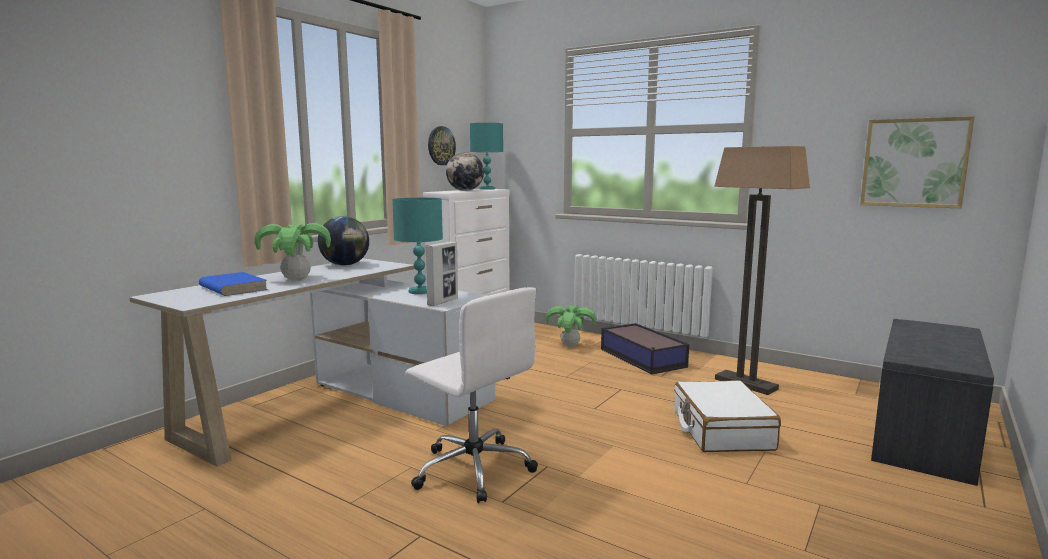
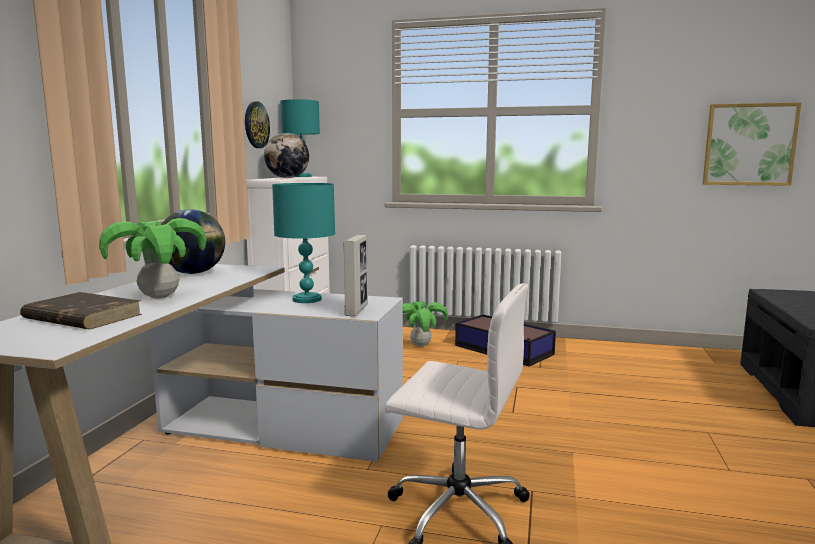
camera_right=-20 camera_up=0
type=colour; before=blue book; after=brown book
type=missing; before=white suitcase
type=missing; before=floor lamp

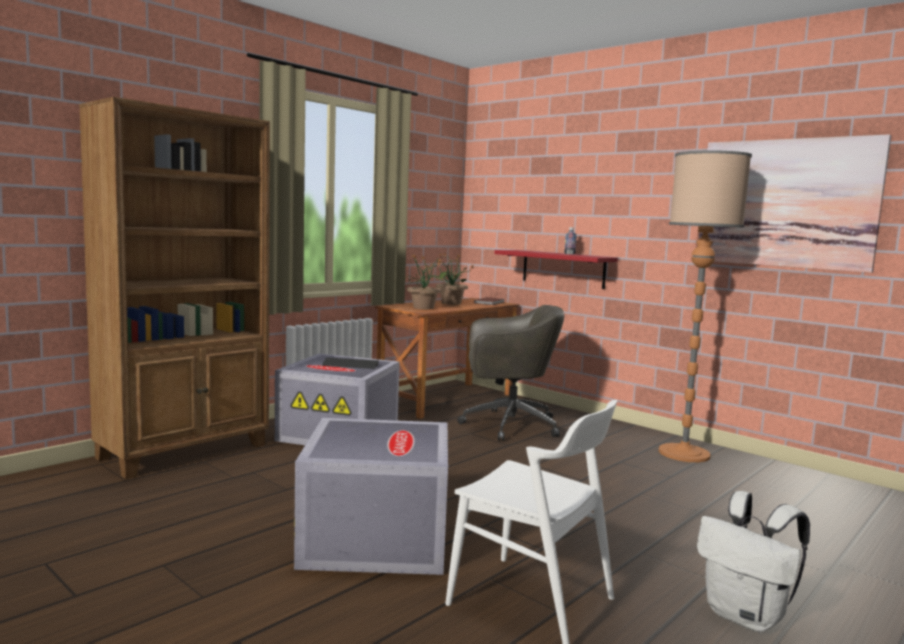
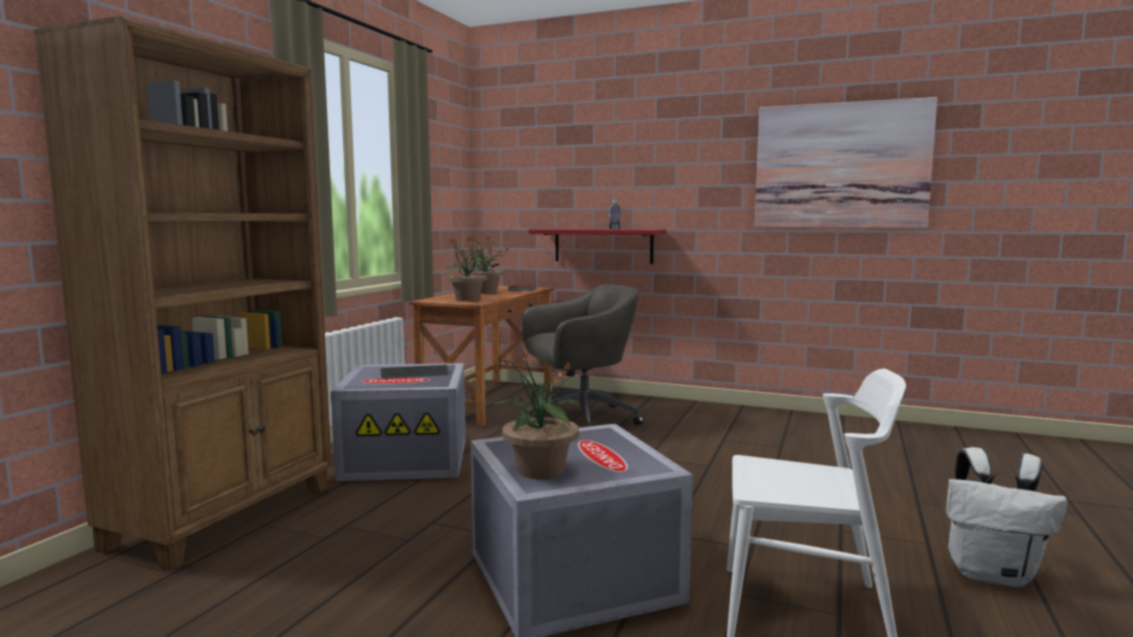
camera_right=-20 camera_up=0
type=appeared; after=potted plant (no. 3 from left)
type=missing; before=floor lamp

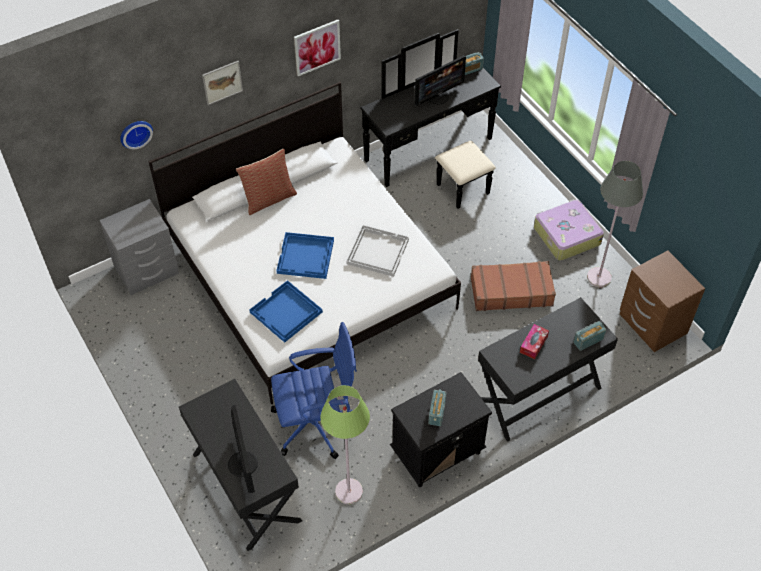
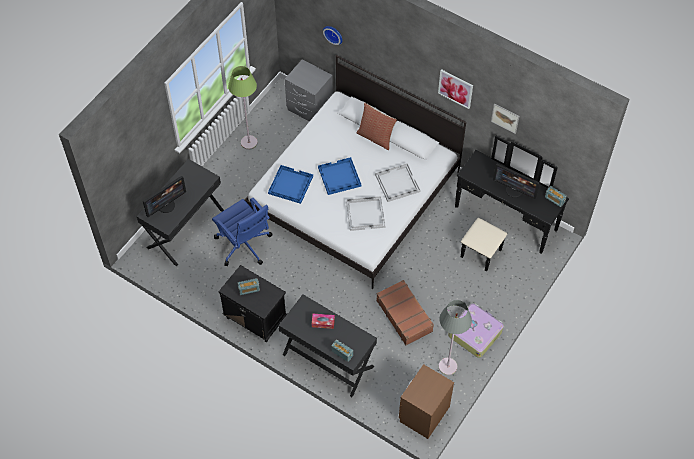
camera_right=65 camera_up=5
type=relocated; before=green floor lamp
type=appeared; after=white tray (no. 2 from left)
type=relocated; before=picture (no. 1 from left in the first image); after=picture (no. 2 from left)

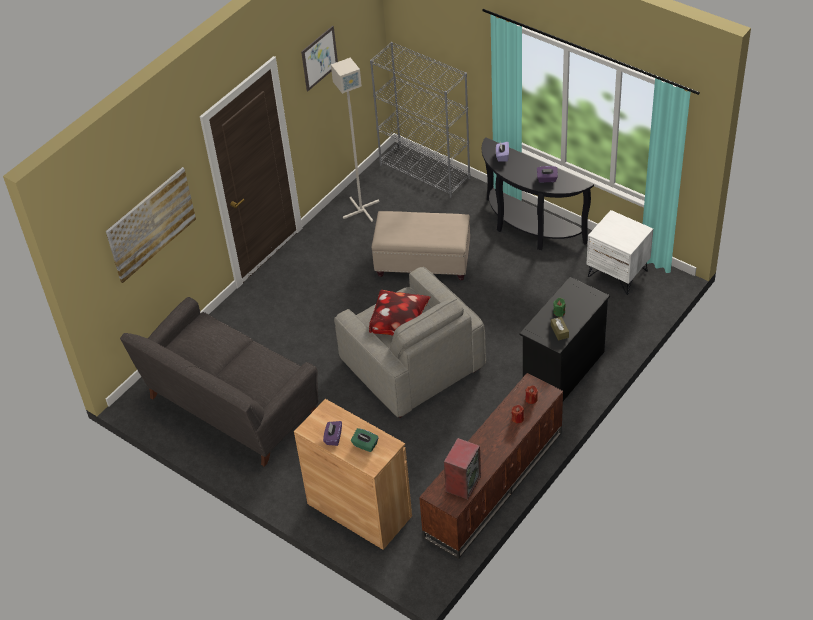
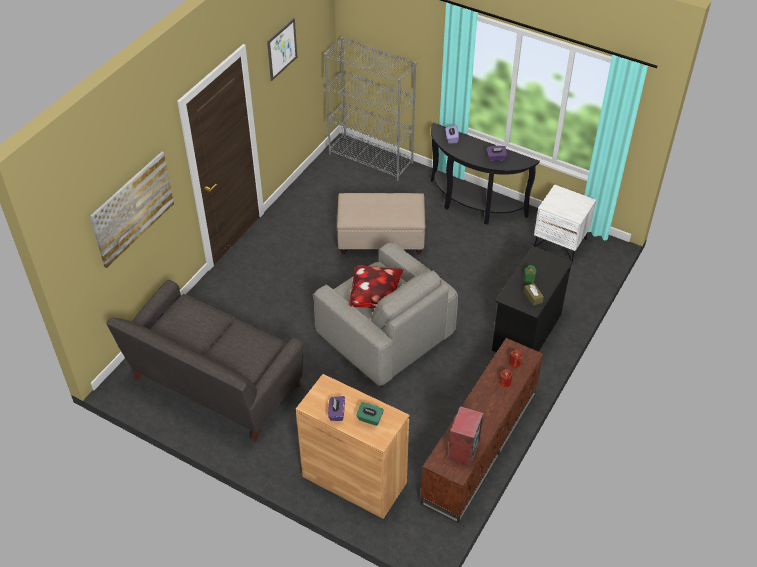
camera_right=-10 camera_up=0
type=missing; before=grey floor lamp

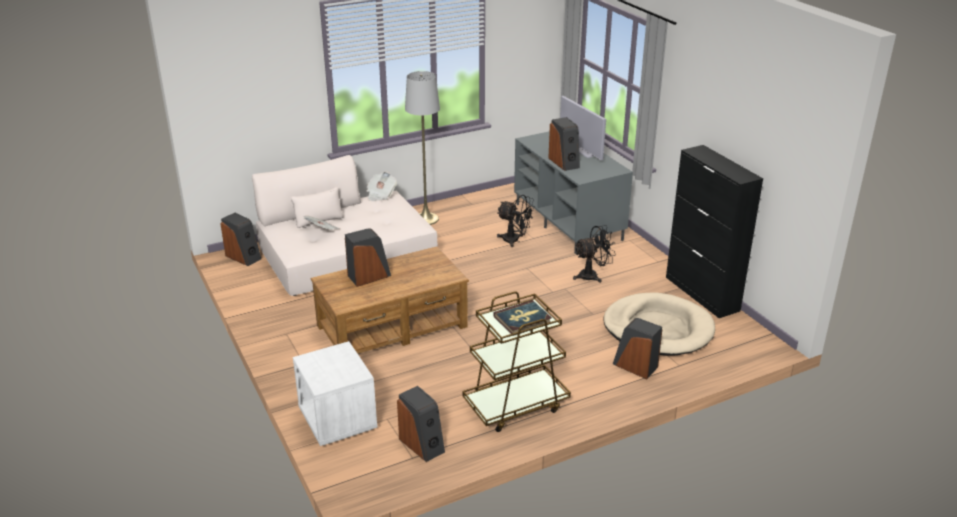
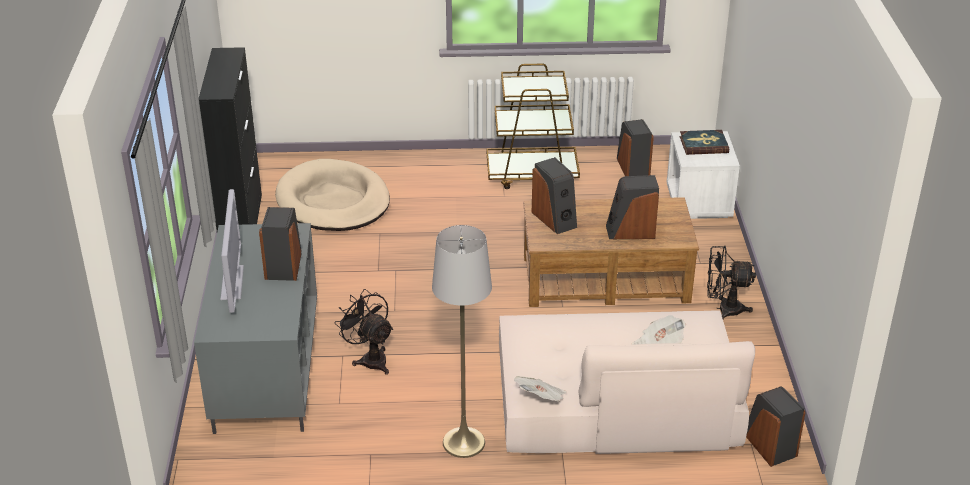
camera_right=-155 camera_up=5
type=relocated; before=speaker (no. 5 from left in the first image); after=speaker (no. 2 from left)
type=relocated; before=book
type=relocated; before=black fan (no. 2 from left)

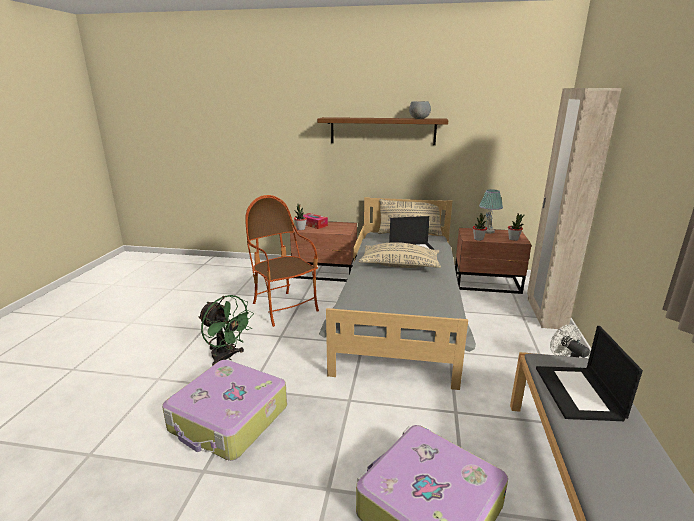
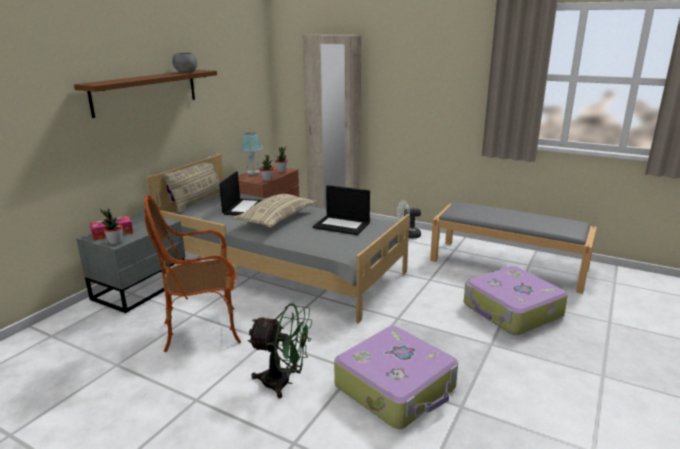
camera_right=-70 camera_up=0
type=colour; before=brown nightstand (no. 1 from left); after=grey nightstand
type=spun; before=green fan; turn=45
type=relocated; before=laptop (no. 2 from left)

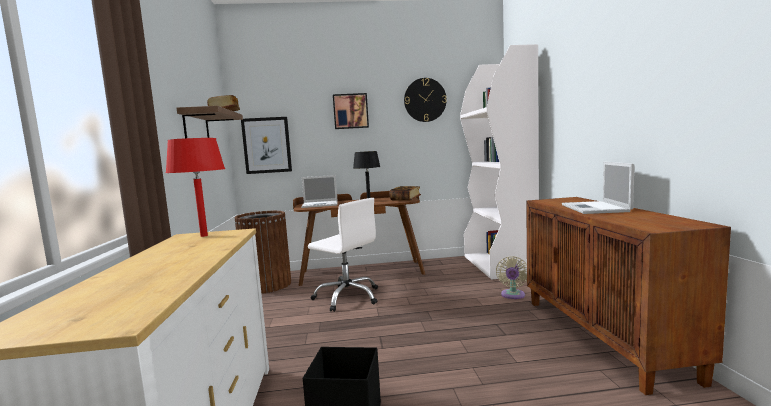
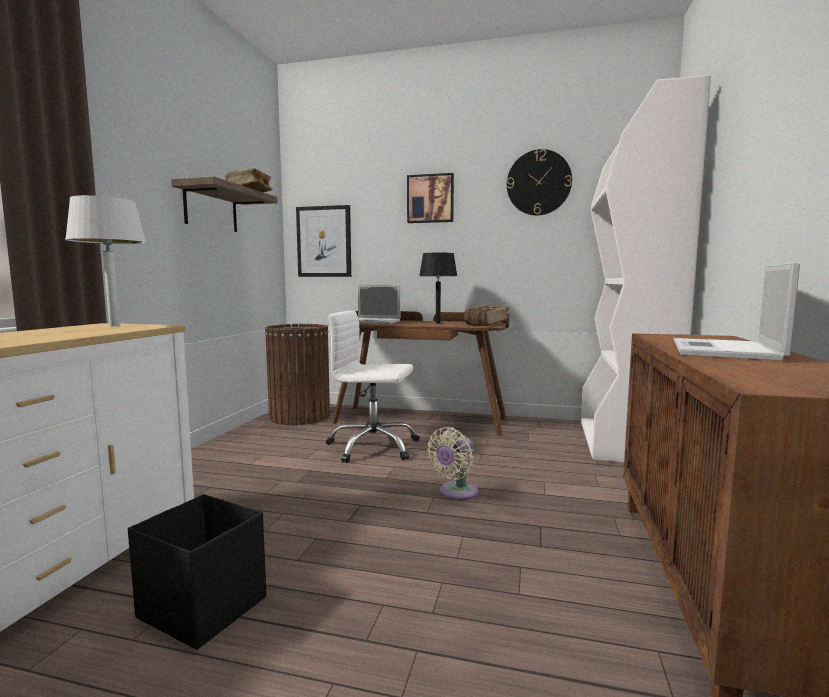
camera_right=20 camera_up=0
type=colour; before=red table lamp; after=white table lamp
type=spun; before=white office chair; turn=135
type=relocated; before=beige fan

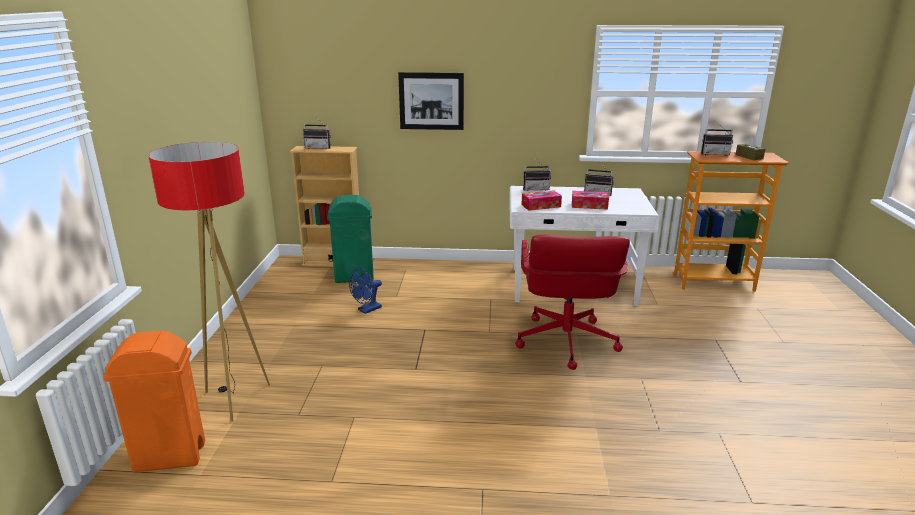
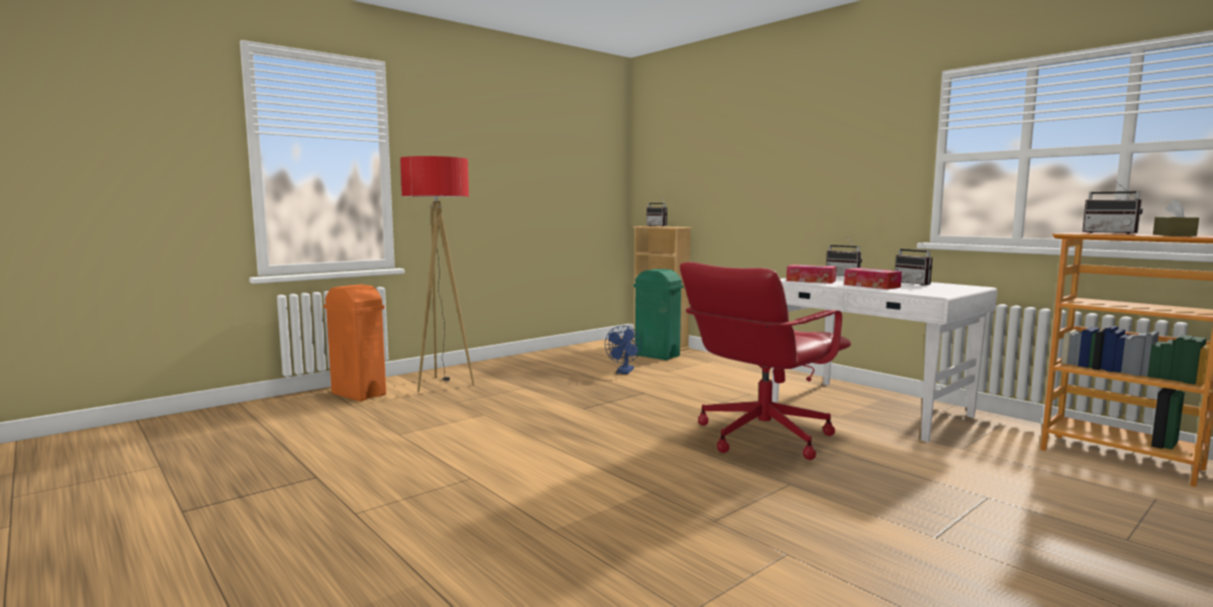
camera_right=45 camera_up=-15
type=spun; before=blue fan; turn=-75
type=missing; before=picture

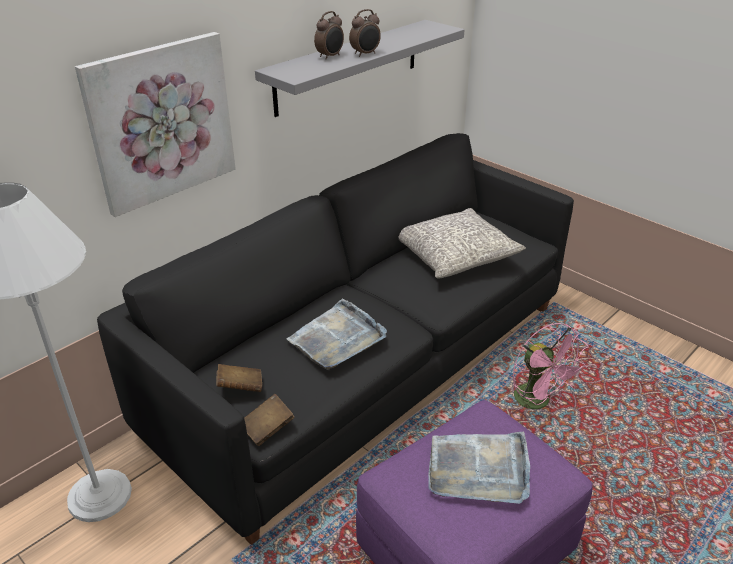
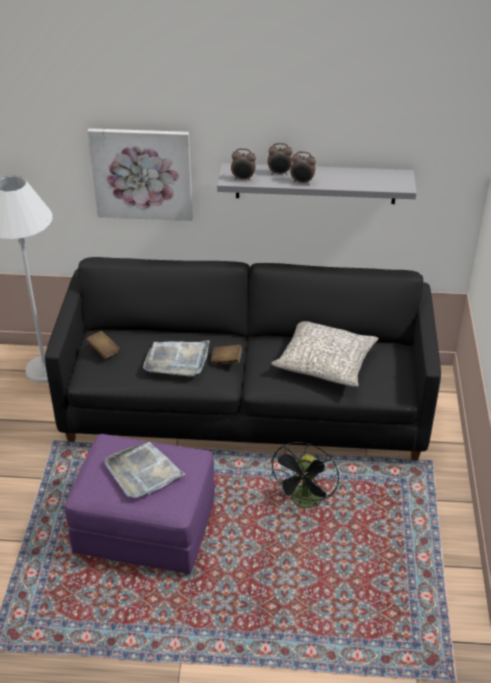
camera_right=50 camera_up=5
type=relocated; before=brown book (no. 2 from left)
type=appeared; after=alarm clock (no. 1 from left)
type=colour; before=pink fan; after=black fan

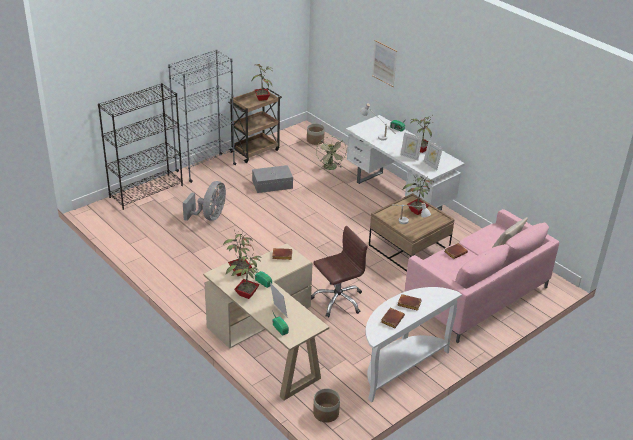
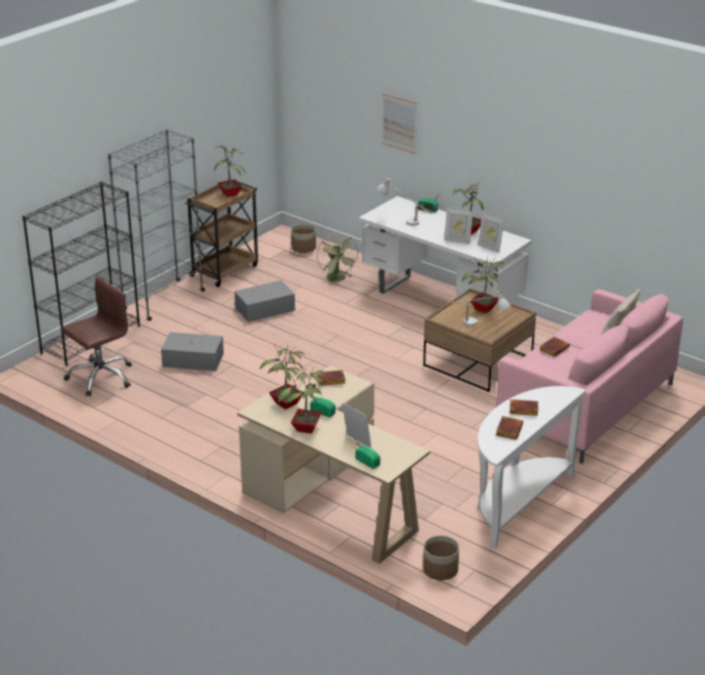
camera_right=-10 camera_up=-5
type=relocated; before=brown office chair
type=exchanged; before=grey fan; after=grey storage box (no. 1 from left)

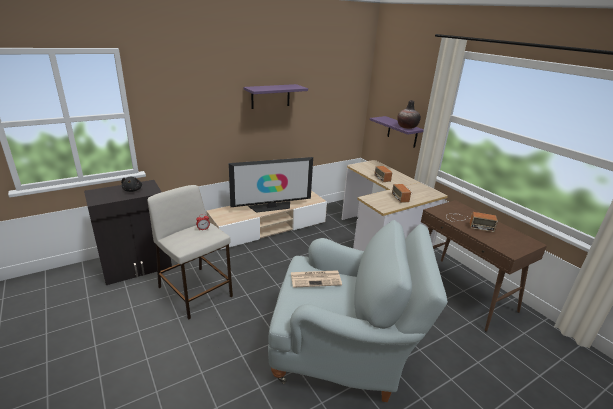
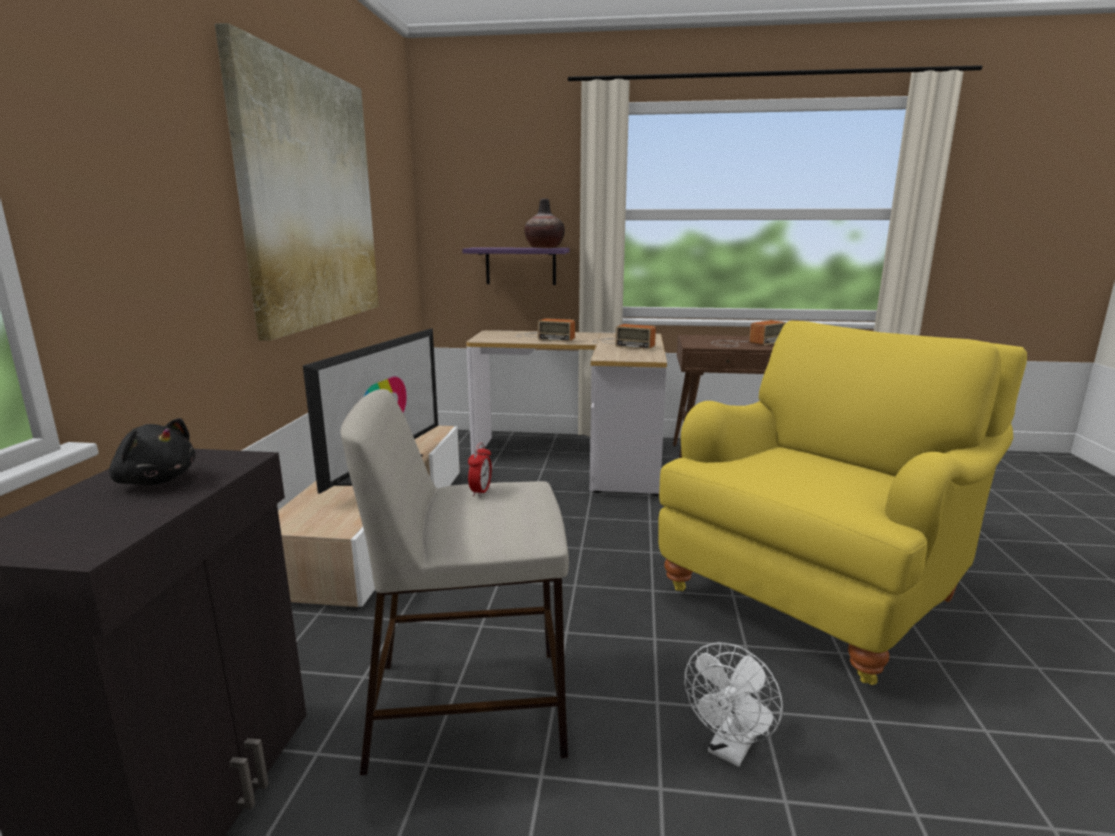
camera_right=-50 camera_up=-10
type=exchanged; before=purple shelf (no. 1 from left); after=picture
type=colour; before=grey armchair; after=yellow armchair
type=appeared; after=white fan
type=missing; before=newspaper

